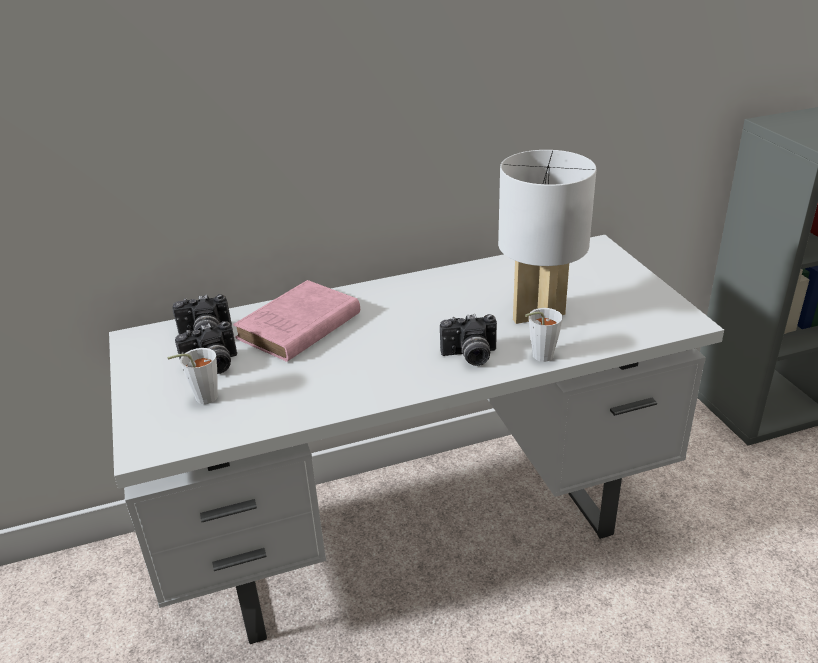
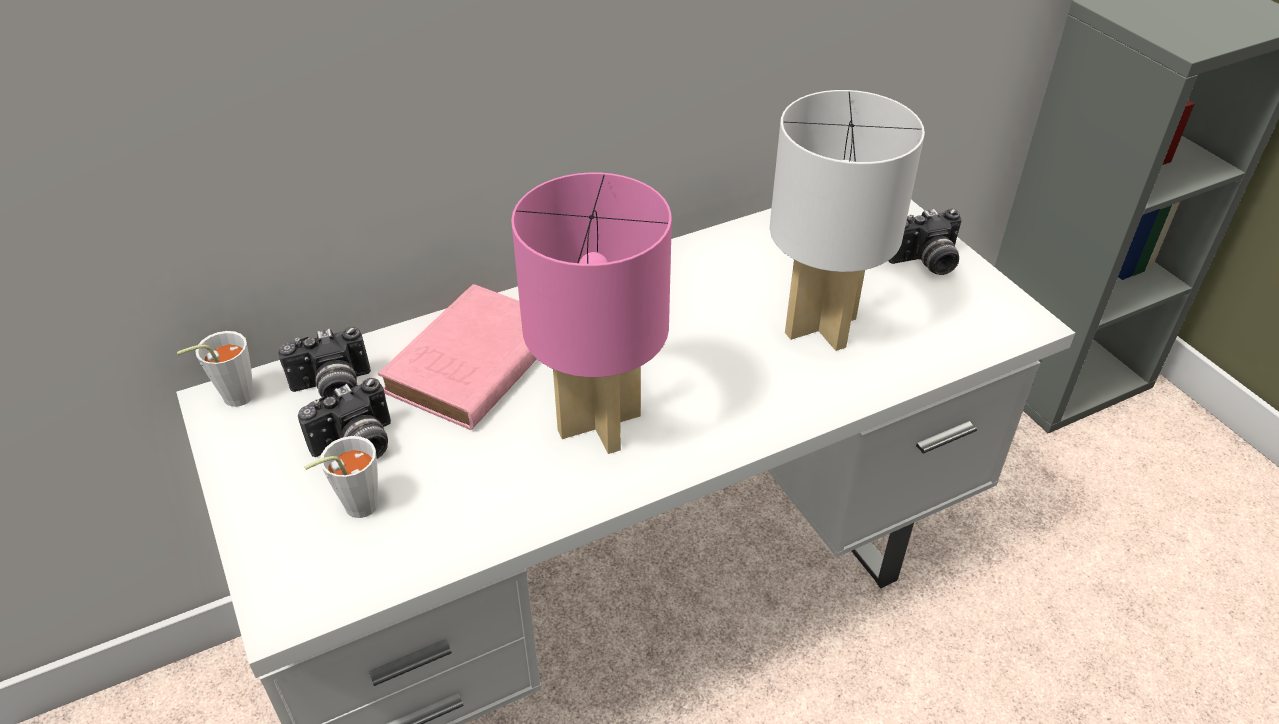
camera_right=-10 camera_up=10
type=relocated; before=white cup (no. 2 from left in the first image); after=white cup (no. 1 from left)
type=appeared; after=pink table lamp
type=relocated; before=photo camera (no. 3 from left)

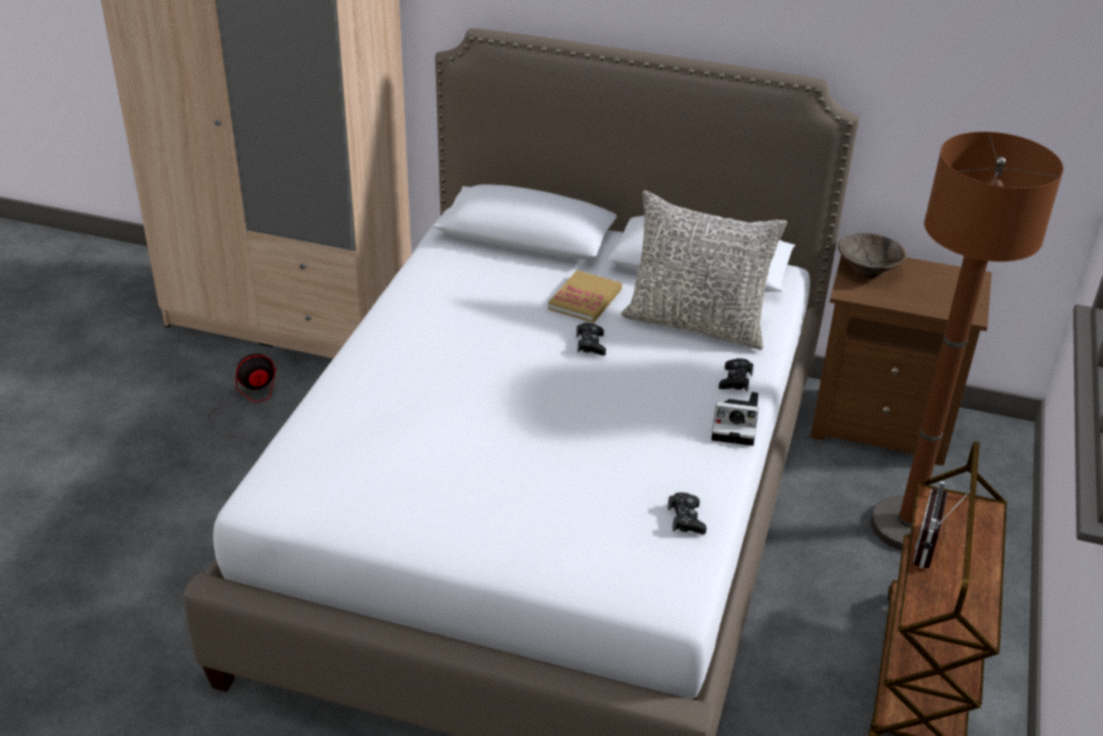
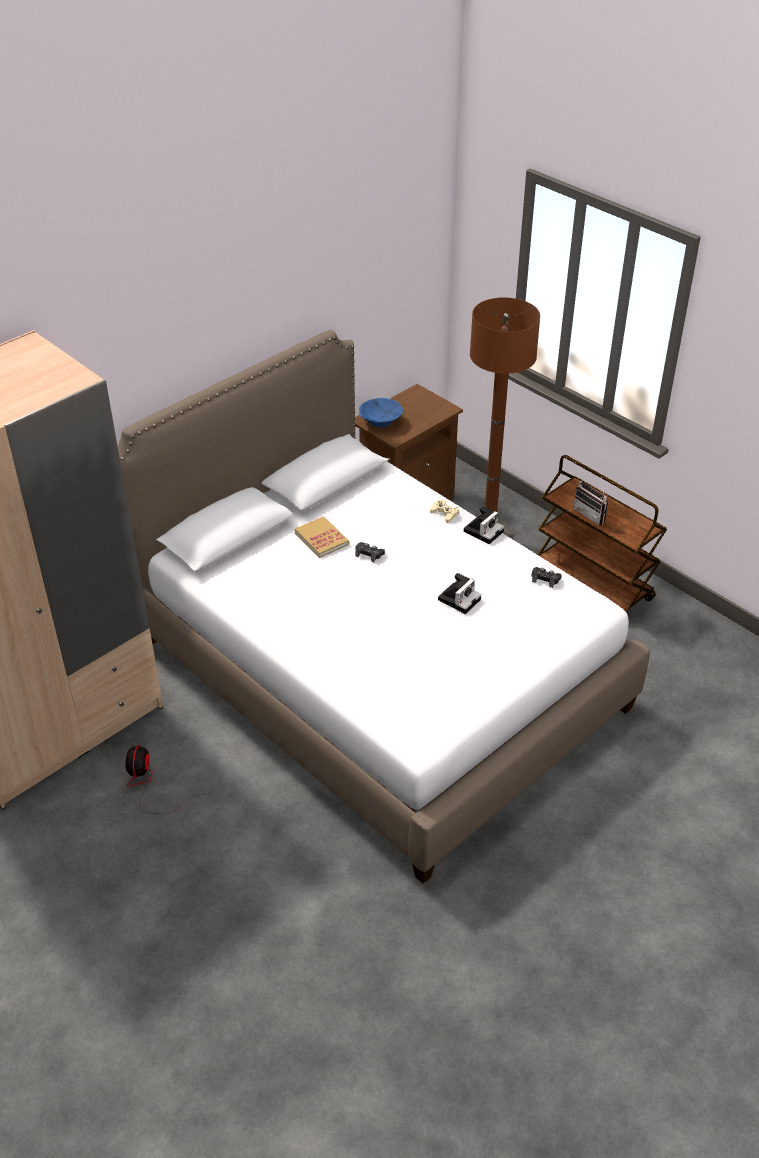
camera_right=-60 camera_up=5
type=colour; before=brown bowl; after=blue bowl
type=colour; before=black game controller (no. 3 from left); after=beige game controller
type=appeared; after=photo camera (no. 1 from left)
type=missing; before=grey pillow

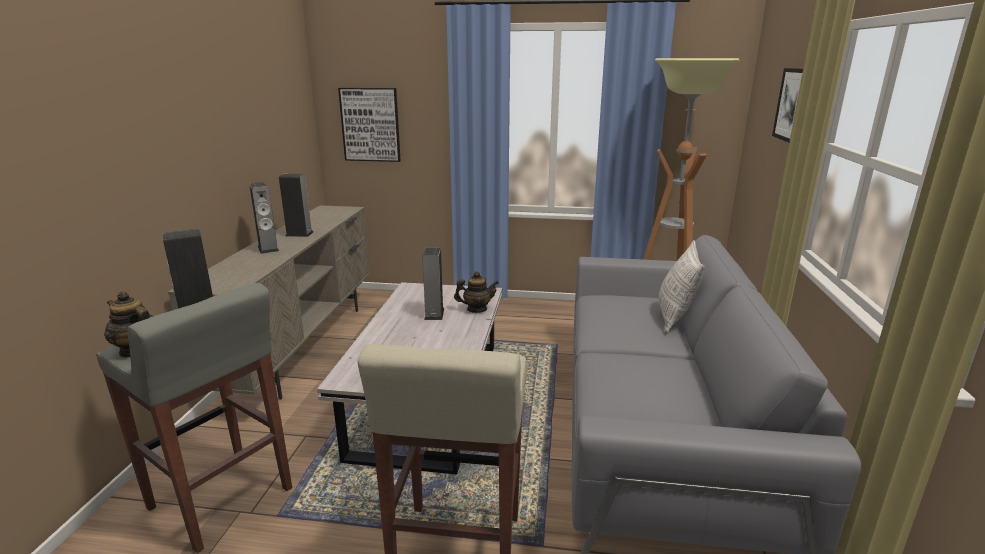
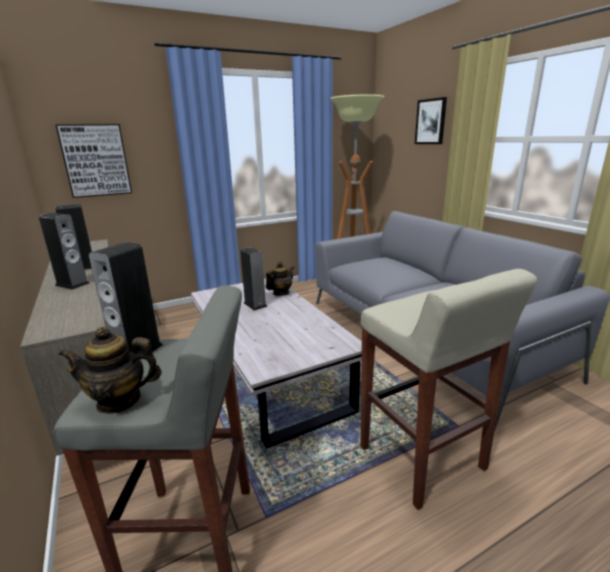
camera_right=-35 camera_up=0
type=missing; before=pillow

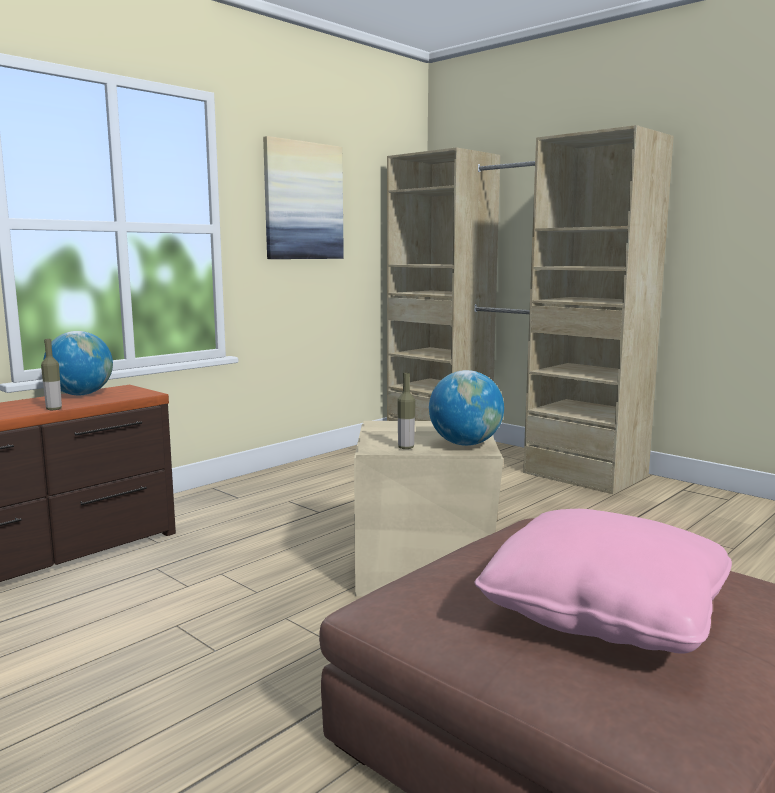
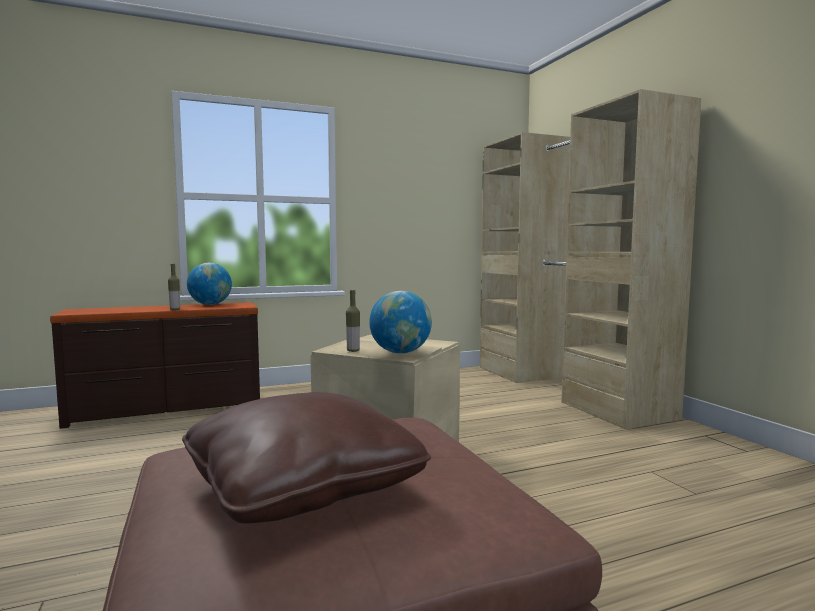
camera_right=25 camera_up=-5
type=colour; before=pink pillow; after=brown pillow
type=missing; before=picture

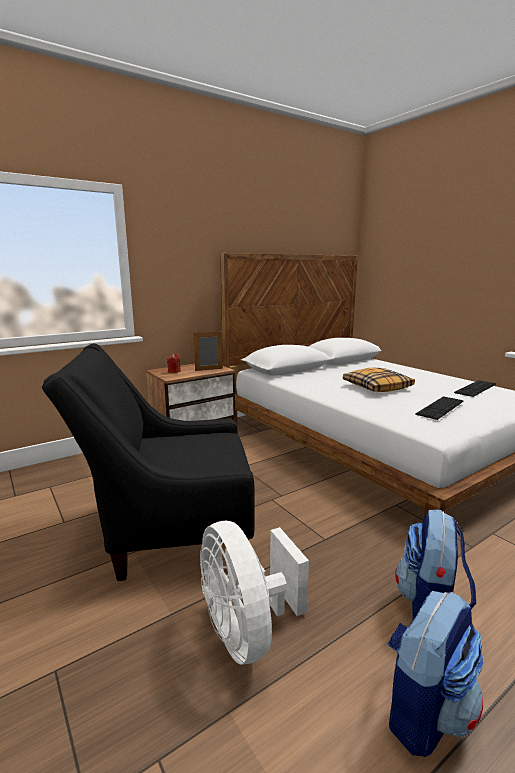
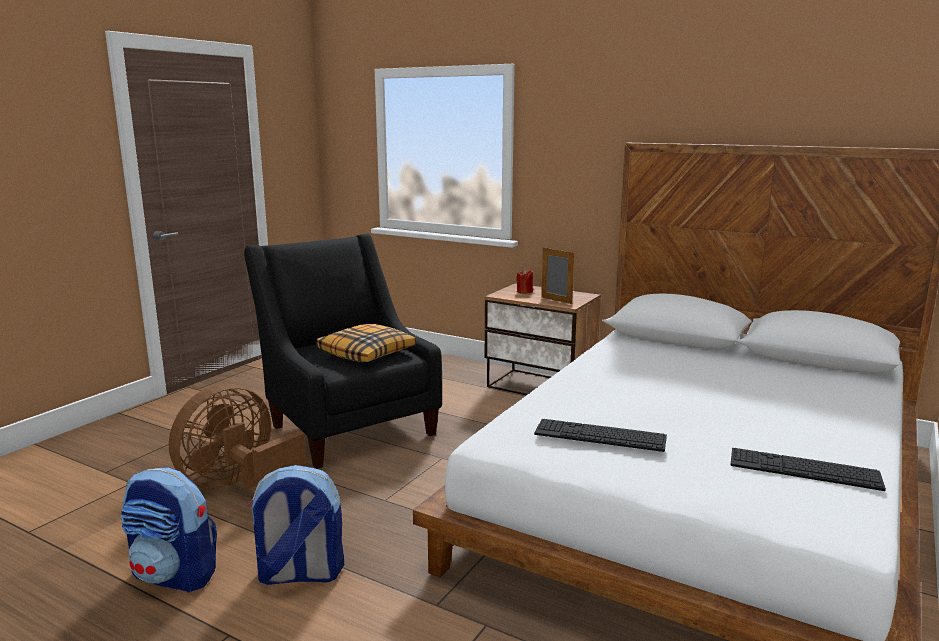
camera_right=65 camera_up=0
type=colour; before=white fan; after=brown fan
type=relocated; before=pillow

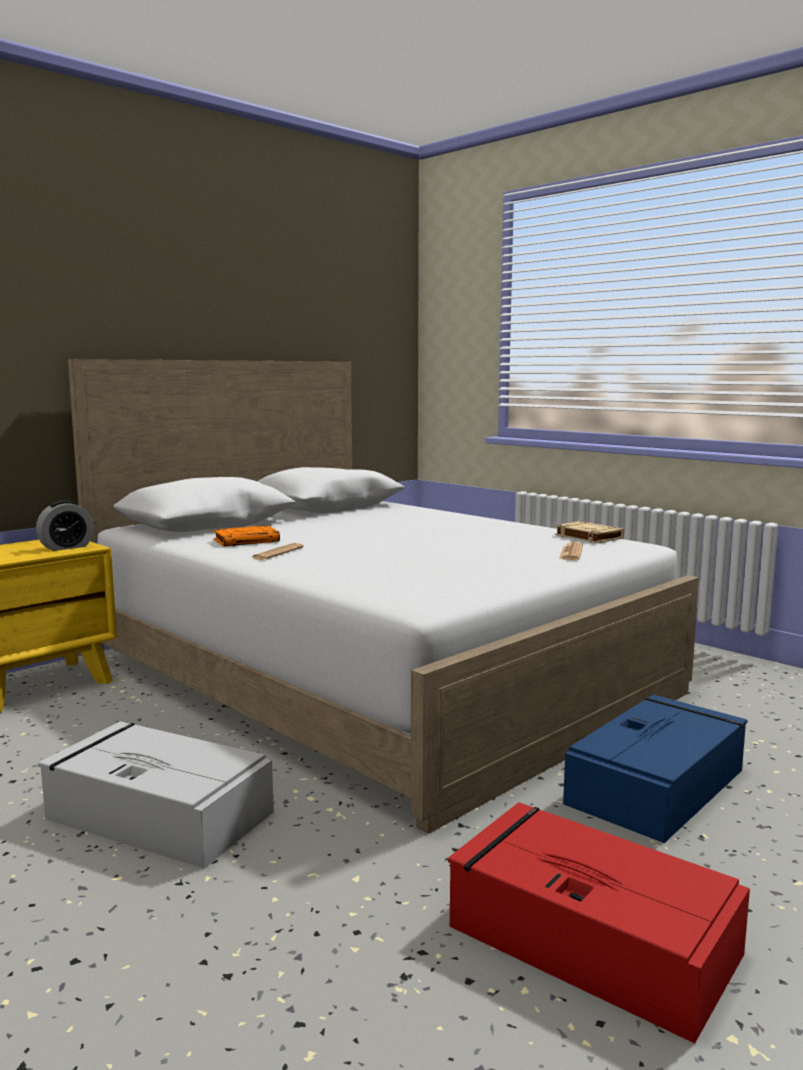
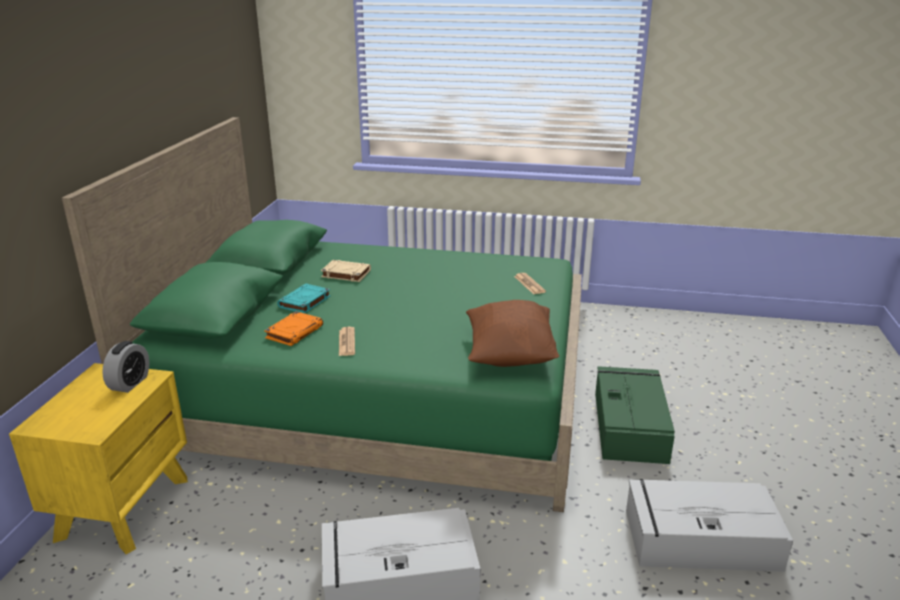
camera_right=-35 camera_up=15
type=colour; before=white bed; after=green bed
type=appeared; after=turquoise book
type=relocated; before=beige book
type=appeared; after=brown pillow
type=colour; before=blue storage box; after=green storage box
type=colour; before=red storage box; after=grey storage box (no. 2 from left)

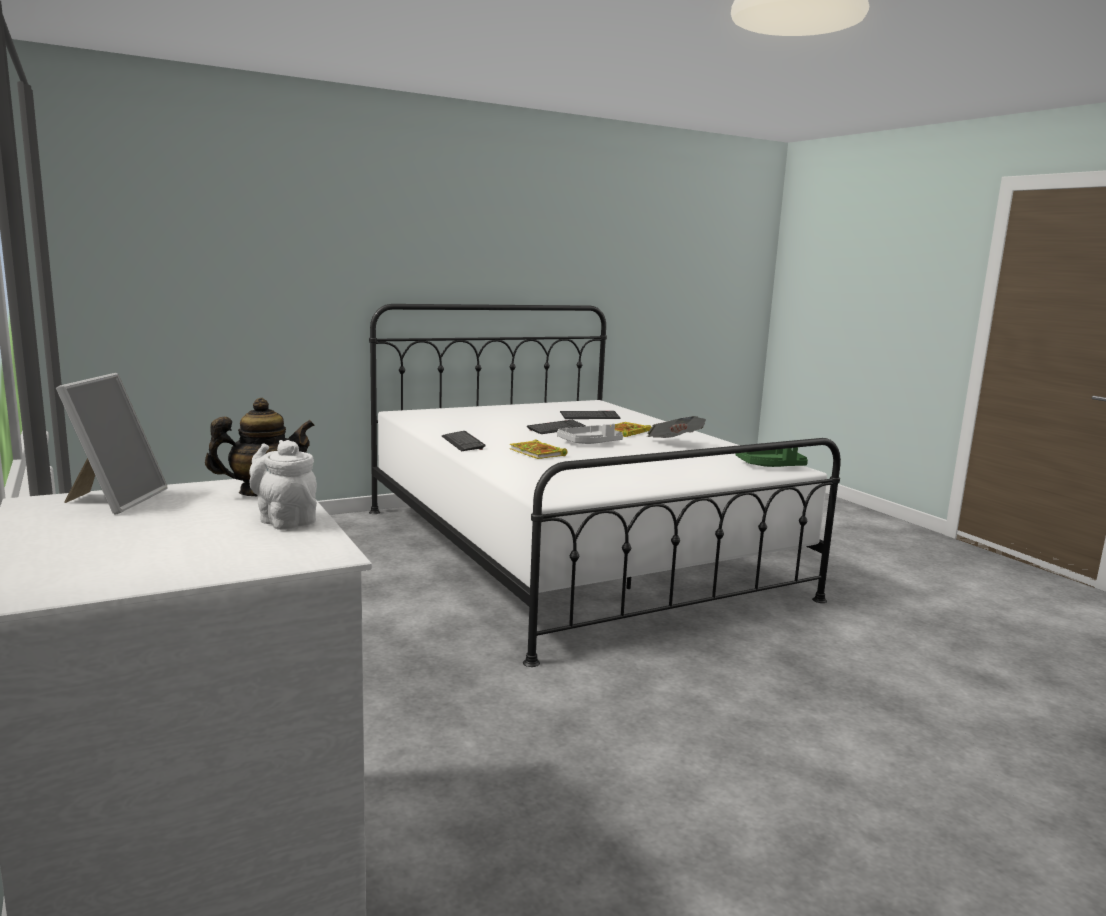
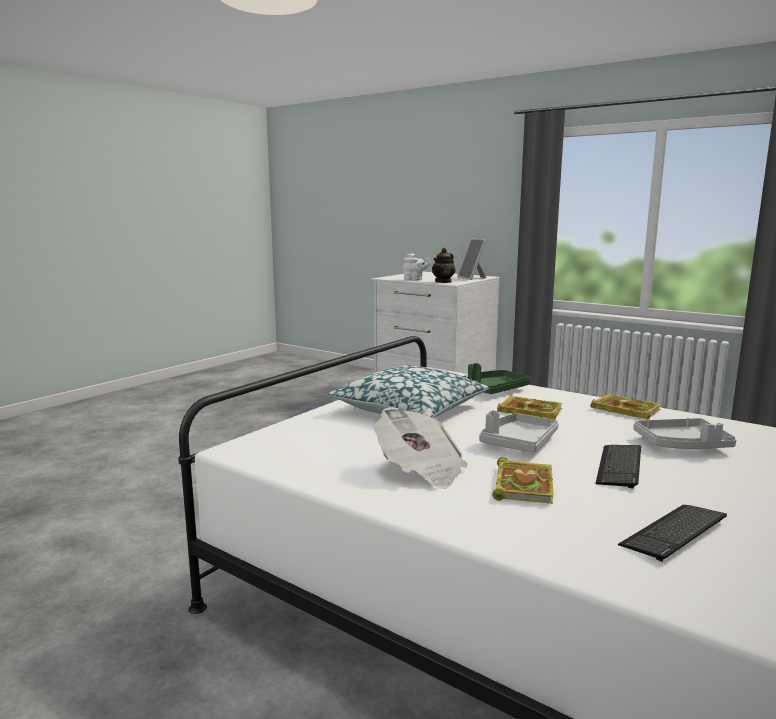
camera_right=155 camera_up=0
type=appeared; after=pillow
type=relocated; before=green tray
type=exchanged; before=keyboard (no. 1 from left); after=book (no. 3 from left)
type=appeared; after=grey tray (no. 2 from left)

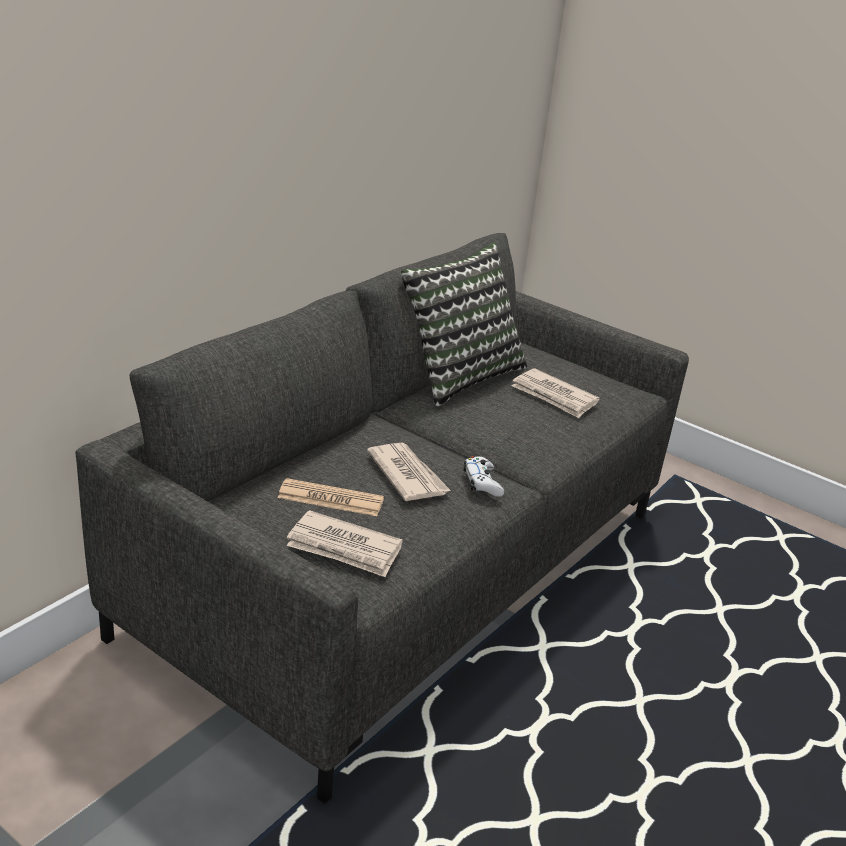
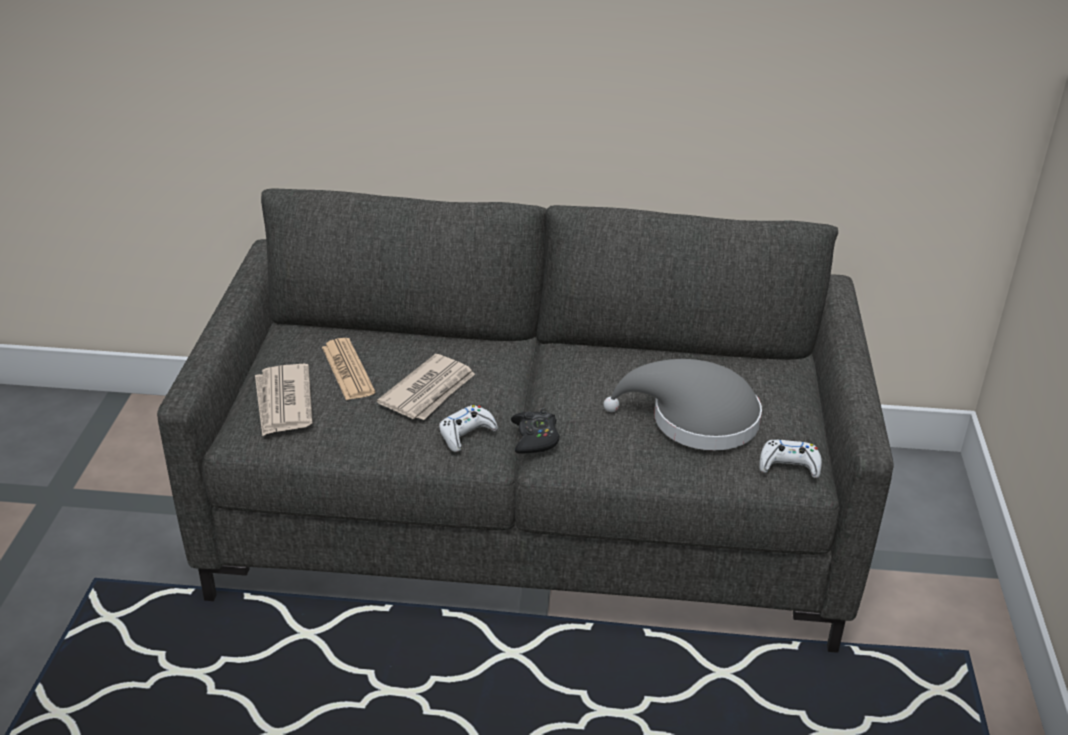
camera_right=60 camera_up=5
type=appeared; after=black game controller
type=exchanged; before=newspaper (no. 4 from left); after=grey hat
type=appeared; after=white game controller (no. 2 from left)
type=missing; before=pillow

